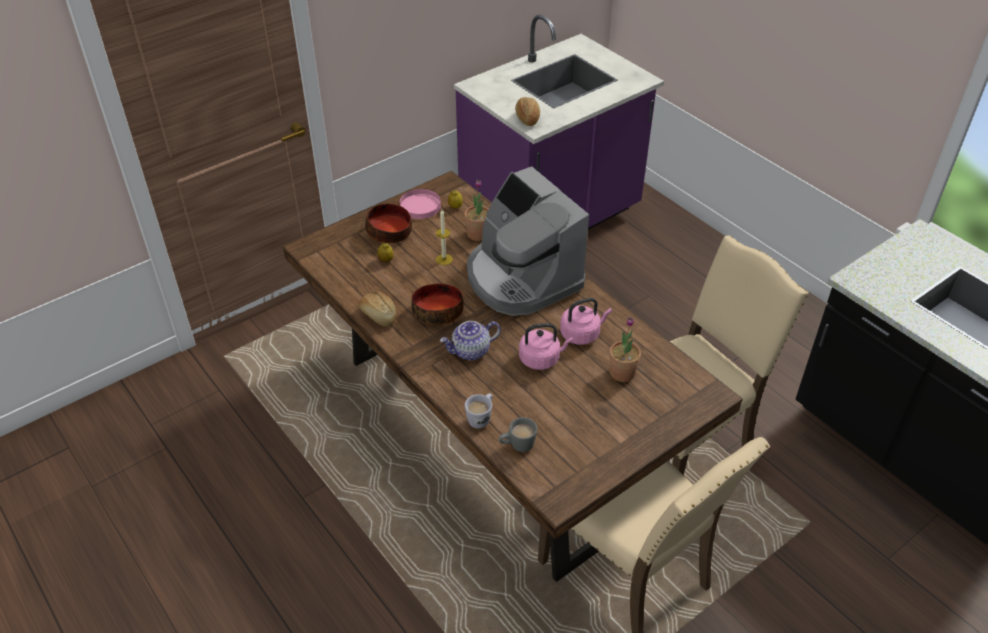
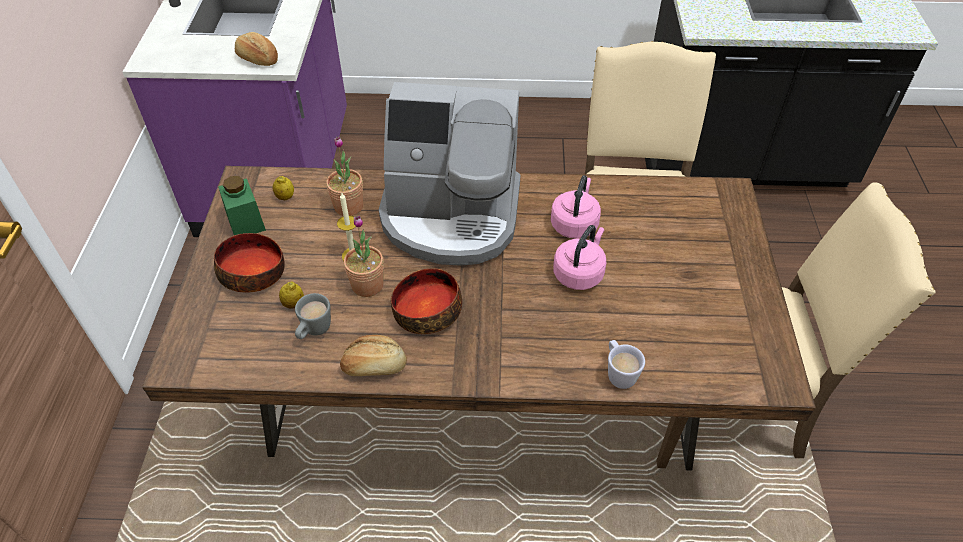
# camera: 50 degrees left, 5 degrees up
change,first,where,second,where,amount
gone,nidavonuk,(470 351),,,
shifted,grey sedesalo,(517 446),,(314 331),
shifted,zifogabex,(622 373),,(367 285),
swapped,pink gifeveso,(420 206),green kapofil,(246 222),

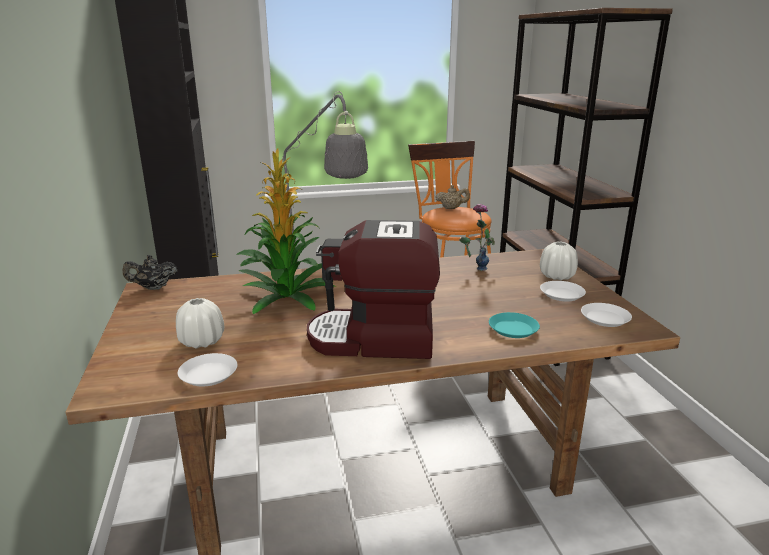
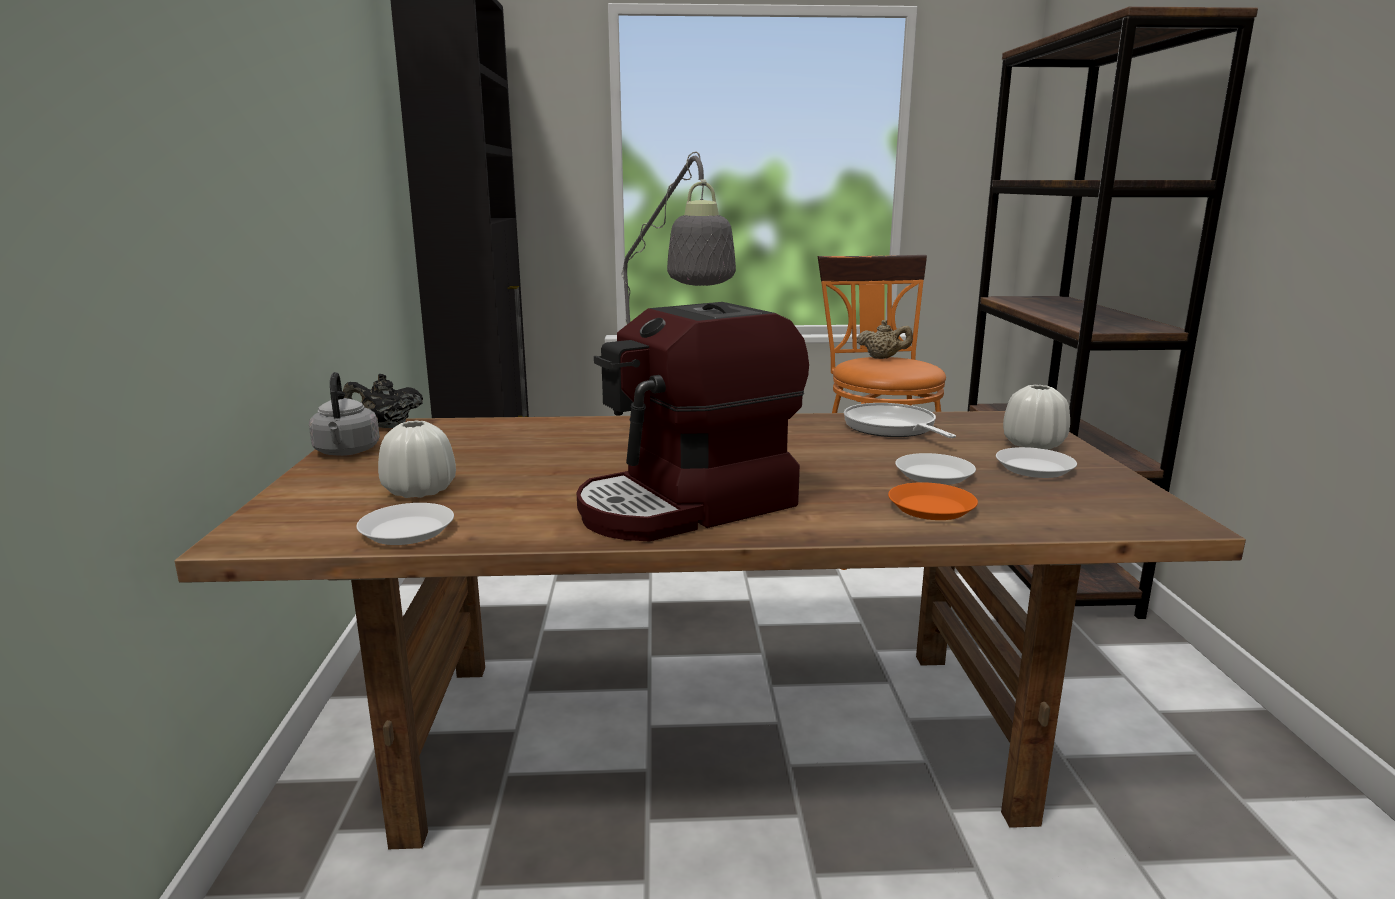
# camera: 10 degrees right, 5 degrees down
change,first,where,second,where,amount
gone,zifogabex,(288 298),,,
new,,,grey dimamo,(346 452),
shifted,white gifeveso,(605 318),,(934 475),
swapped,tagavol,(474 268),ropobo,(892 428),
repainted,turquoise gifeveso,(513 329),orange gifeveso,(931 508),
rotated,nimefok,(374 339),,(688 506),45 degrees counterclockwise

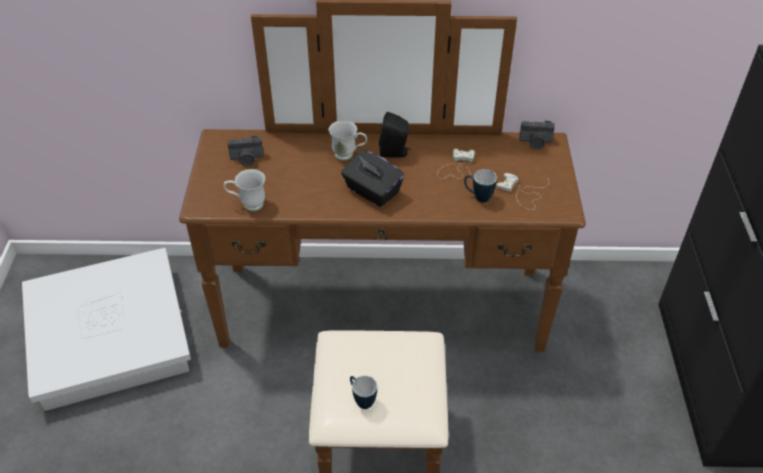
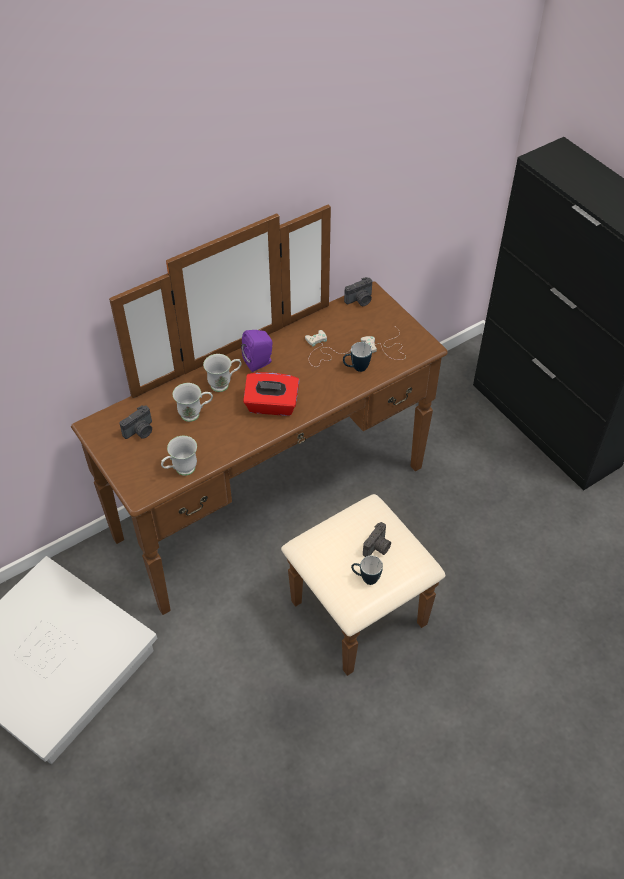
# camera: 35 degrees left, 5 degrees up
change,first,where,second,where,amount
new,,,white sedesalo,(195 414),
new,,,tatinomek,(378 547),
repainted,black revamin,(372 191),red revamin,(271 406),
repainted,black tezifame,(395 152),purple tezifame,(259 362),

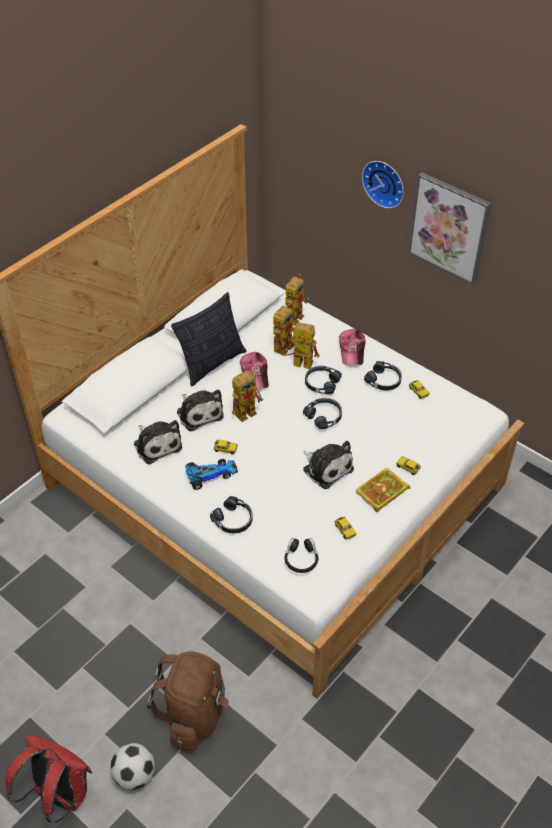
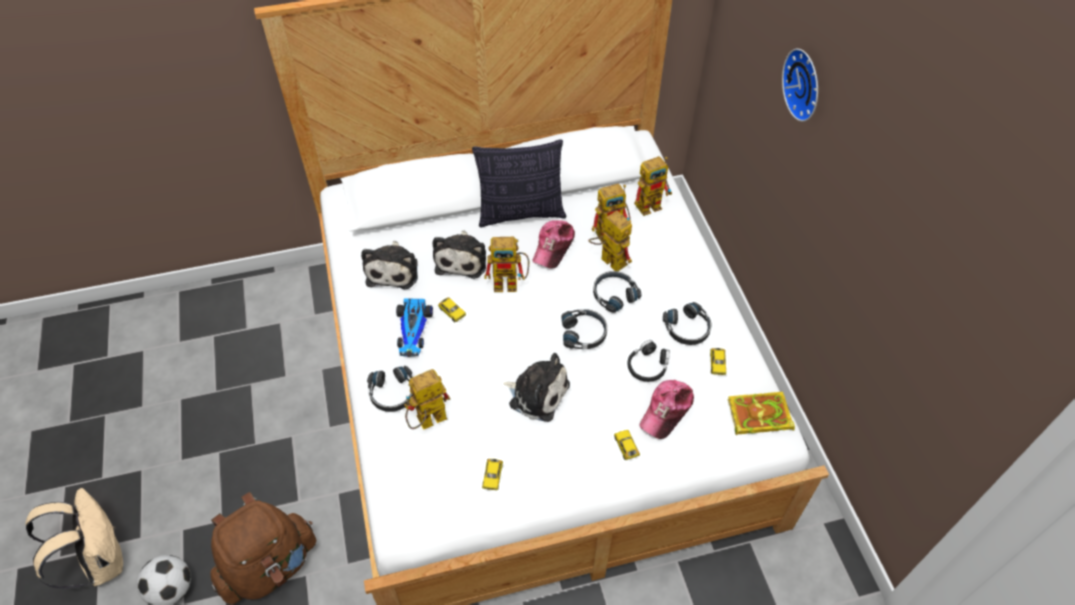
# camera: 35 degrees right, 5 degrees up
change,first,where,second,where,amount
gone,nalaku,(449 227),,,
new,,,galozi,(427 423),
shifted,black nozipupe,(301 559),,(648 366),
shifted,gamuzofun,(352 350),,(666 411),
shifted,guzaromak,(381 492),,(757 416),
repainted,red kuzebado,(59 794),beige kuzebado,(102 560),
rotated,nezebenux,(210 474),,(413 330),75 degrees clockwise
rotated,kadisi,(326 468),,(535 393),60 degrees counterclockwise

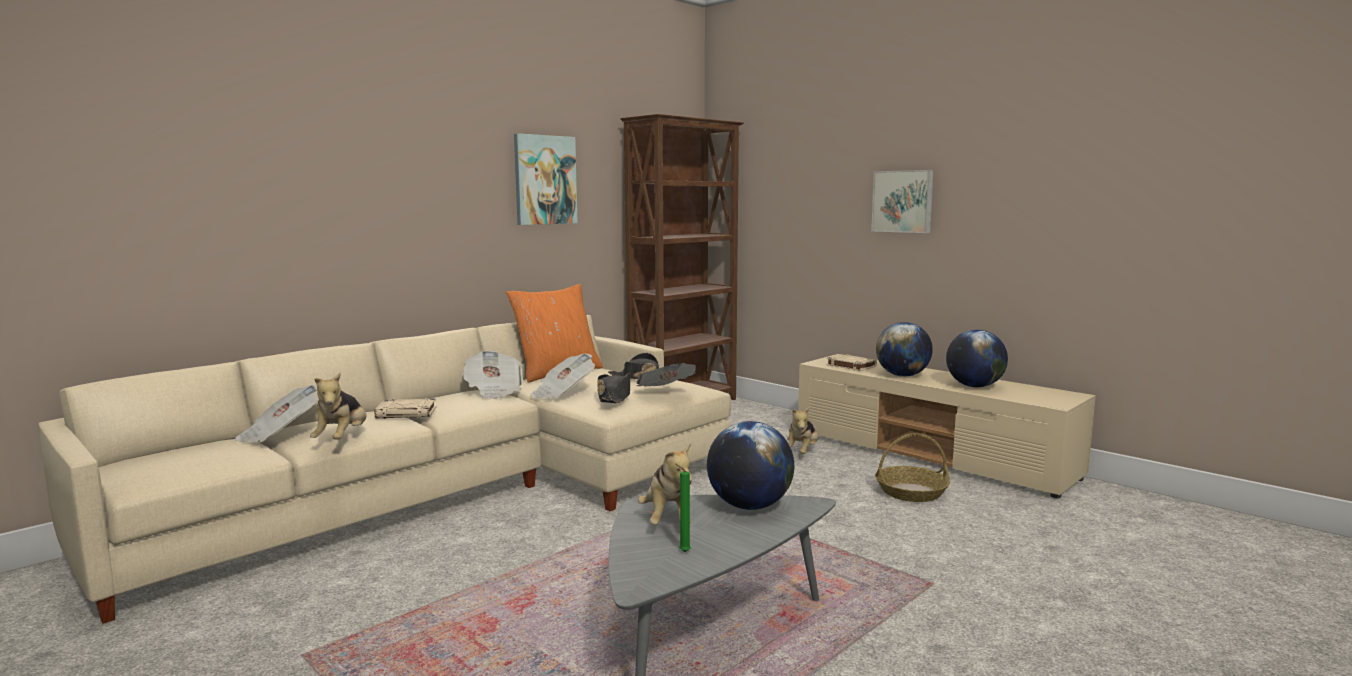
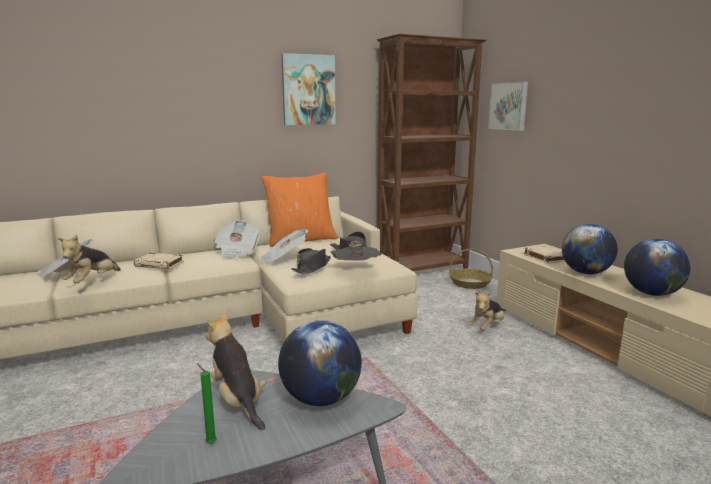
# camera: 20 degrees right, 5 degrees up
change,first,where,second,where,amount
shifted,nalaku,(903 201),,(509 106),
shifted,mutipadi,(911 492),,(470 283),
rotated,kadisi,(668 520),,(237 401),135 degrees clockwise

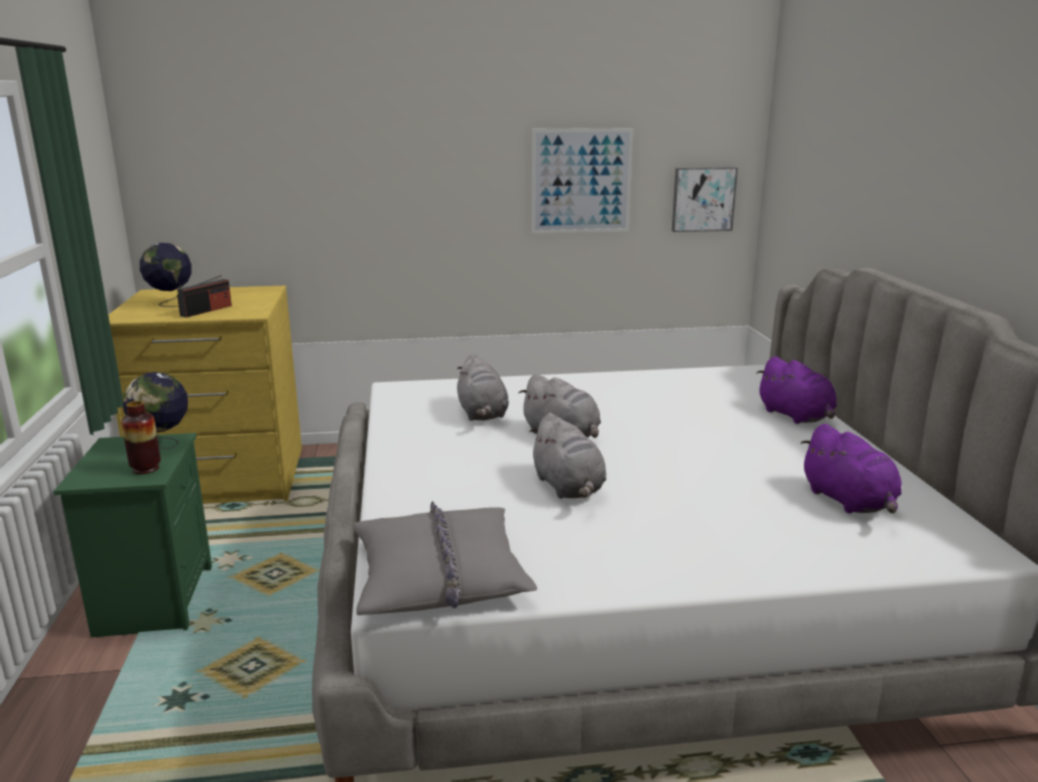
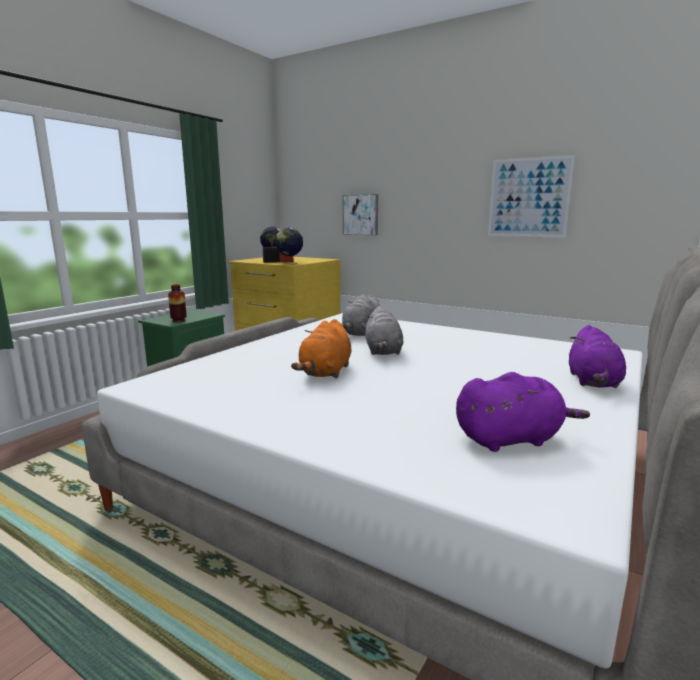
# camera: 40 degrees right, 5 degrees down
change,first,where,second,where,amount
gone,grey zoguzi,(439 575),,,
shifted,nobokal,(162 445),,(289 263),
shifted,nalaku,(703 199),,(361 215),
repainted,grey kadisi,(569 488),orange kadisi,(325 372),
rotated,purple kadisi,(849 502),,(511 439),120 degrees counterclockwise

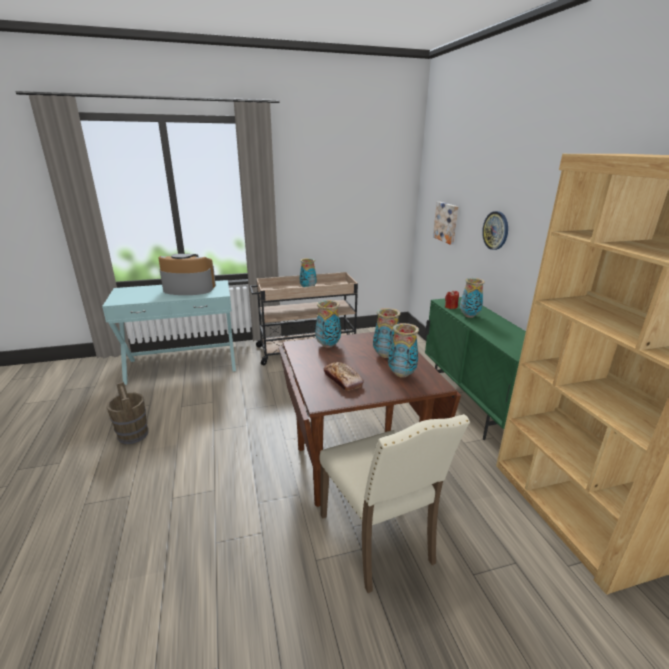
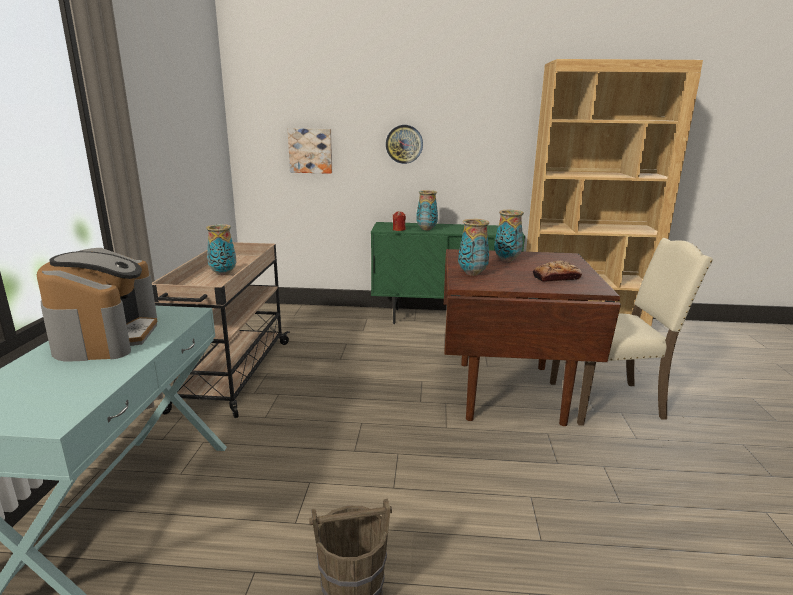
# camera: 70 degrees left, 5 degrees down
change,first,where,second,where,amount
gone,tagavol,(401 374),,,
rotated,nimefok,(188 289),,(107 336),150 degrees clockwise

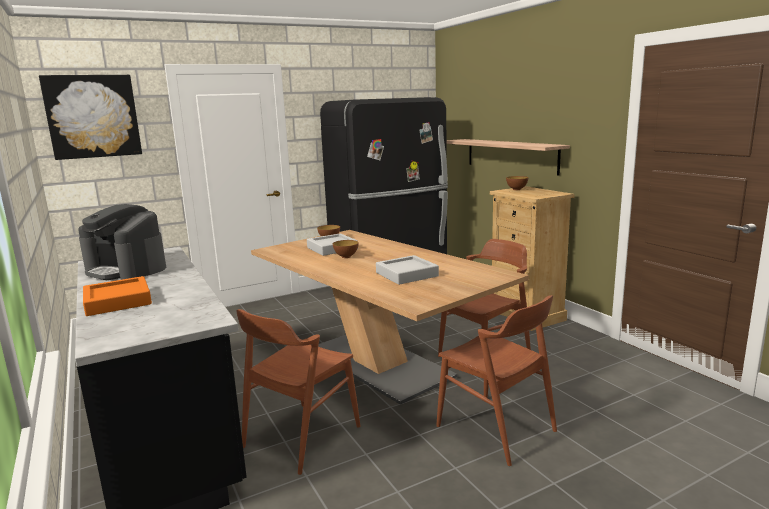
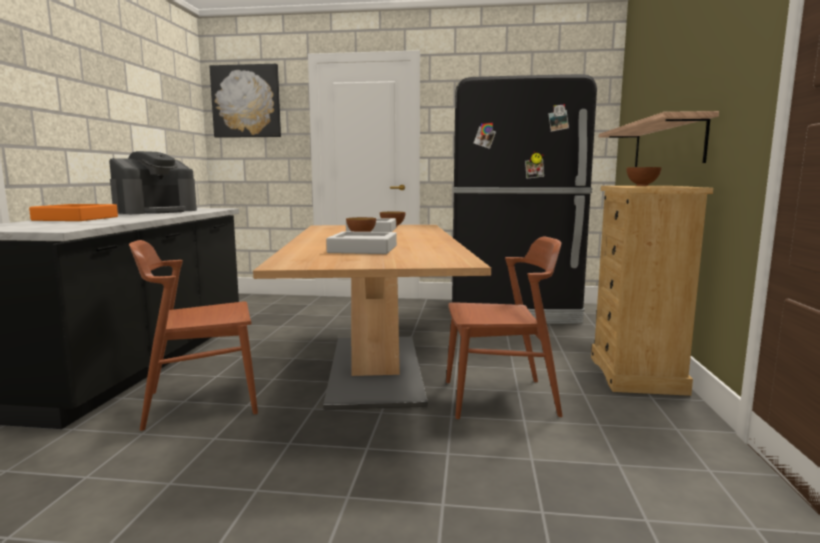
# camera: 35 degrees right, 5 degrees down
change,first,where,second,where,amount
gone,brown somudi,(496 428),,,
rotated,nimefok,(126 270),,(156 211),120 degrees counterclockwise

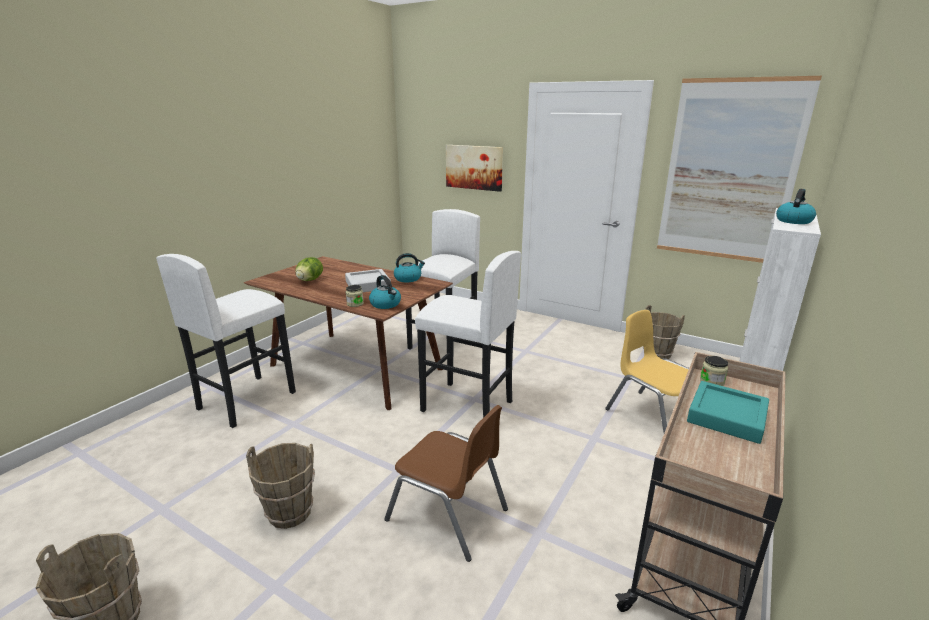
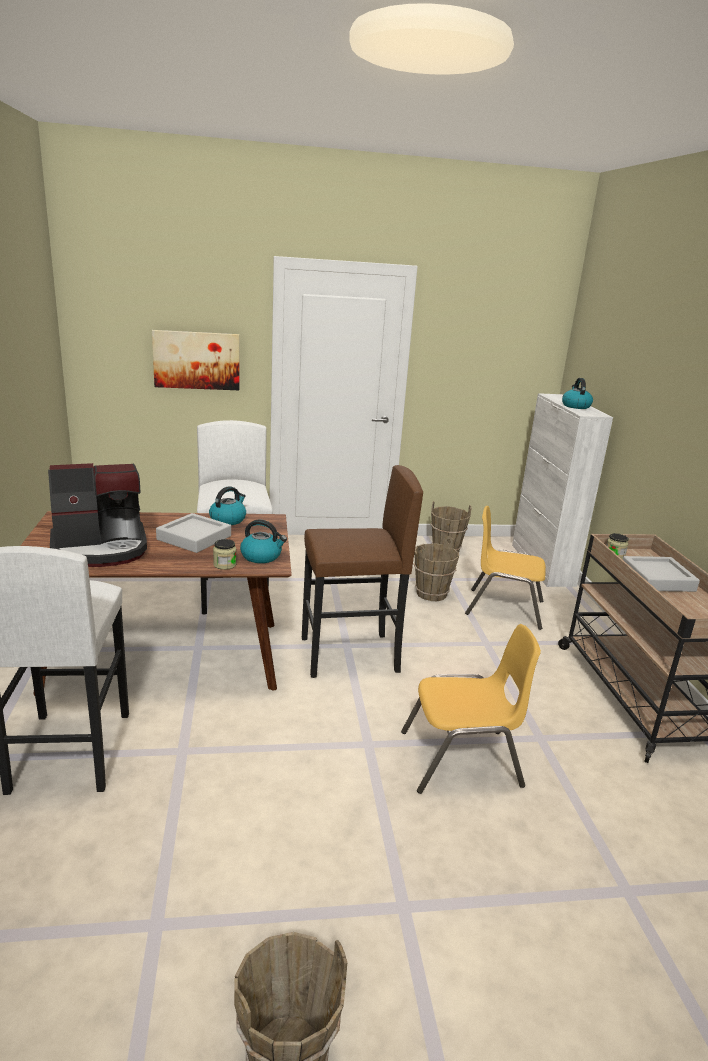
# camera: 40 degrees left, 0 degrees up
change,first,where,second,where,amount
gone,nalaku,(729 172),,,
shifted,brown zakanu,(290 513),,(432 594),
swapped,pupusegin,(310 280),nimefok,(101 548),
repainted,brown somudi,(448 514),yellow somudi,(461 760),
repainted,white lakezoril,(467 406),brown lakezoril,(350 655),
repainted,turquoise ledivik,(726 416),grey ledivik,(657 579),

